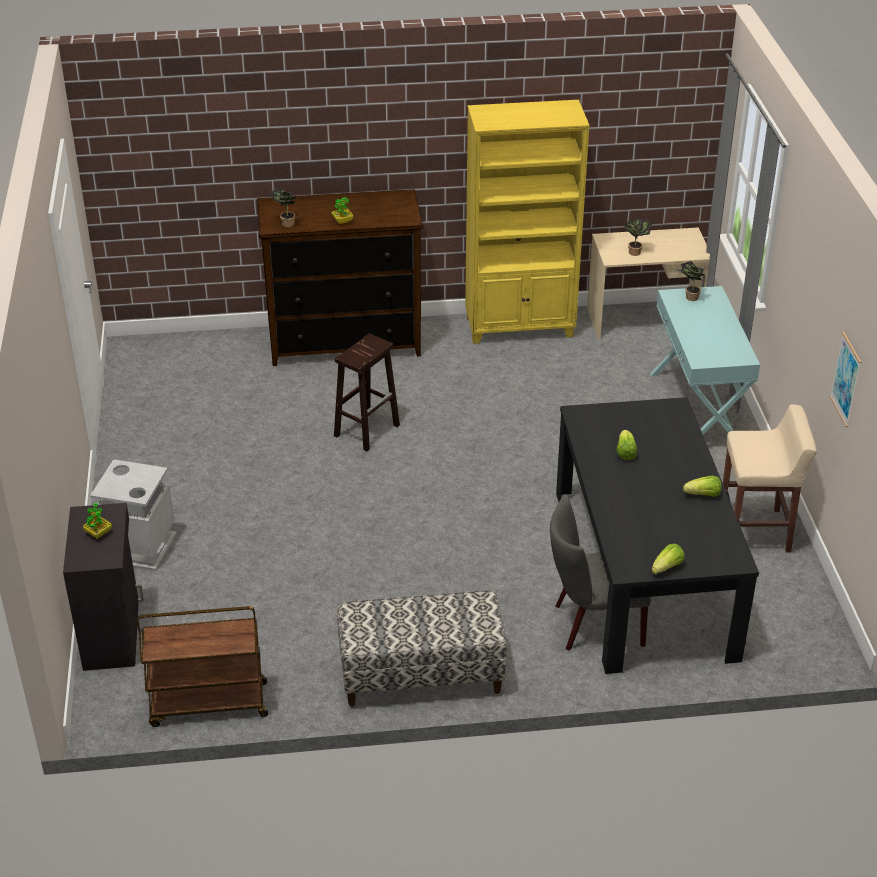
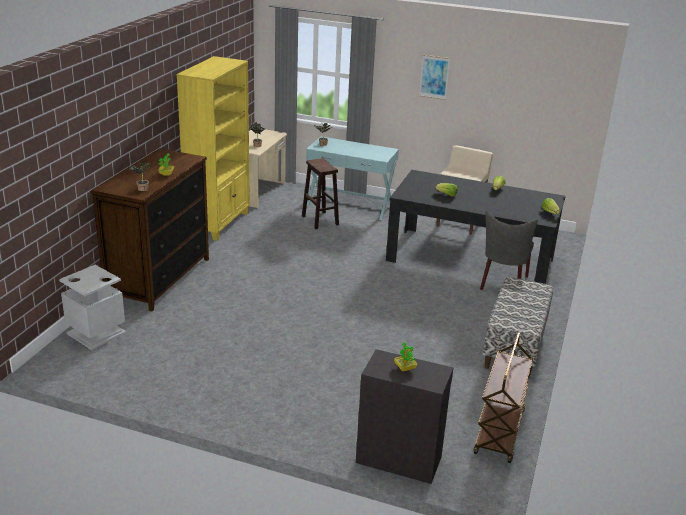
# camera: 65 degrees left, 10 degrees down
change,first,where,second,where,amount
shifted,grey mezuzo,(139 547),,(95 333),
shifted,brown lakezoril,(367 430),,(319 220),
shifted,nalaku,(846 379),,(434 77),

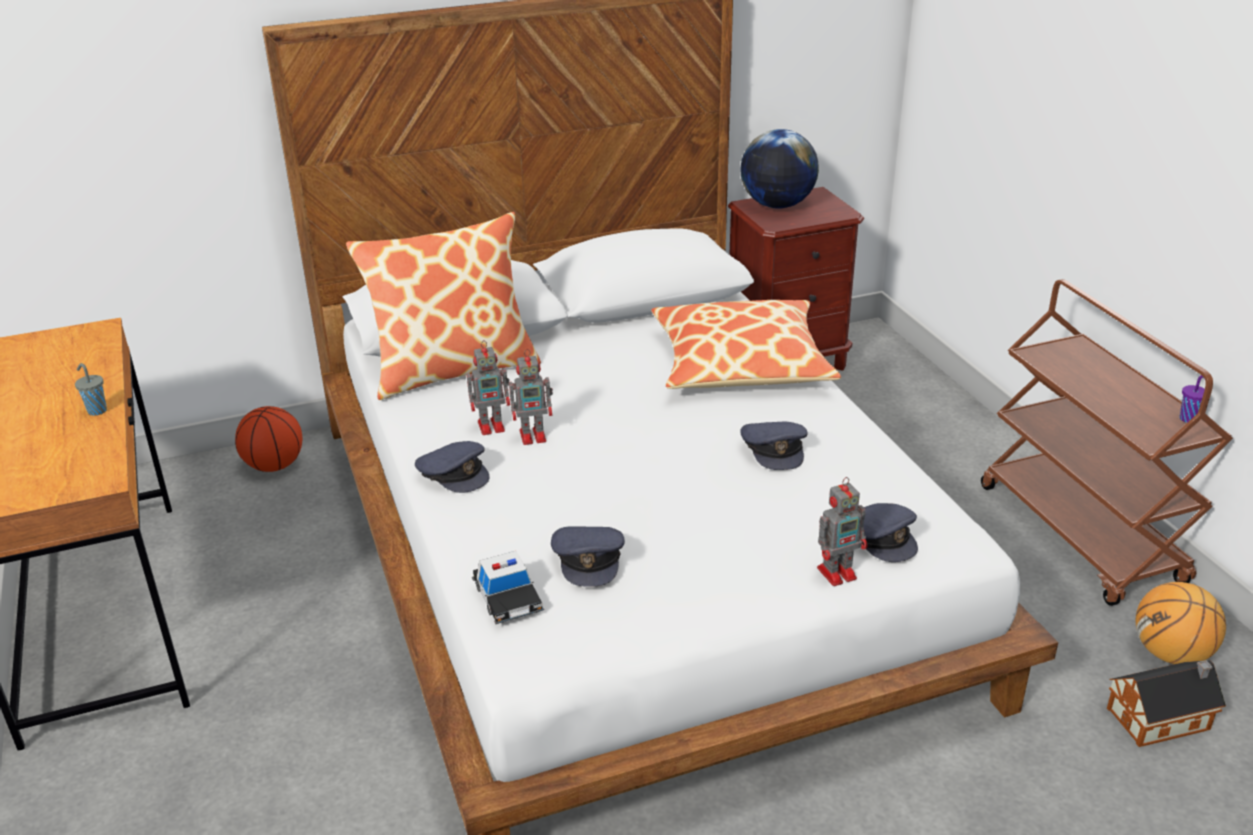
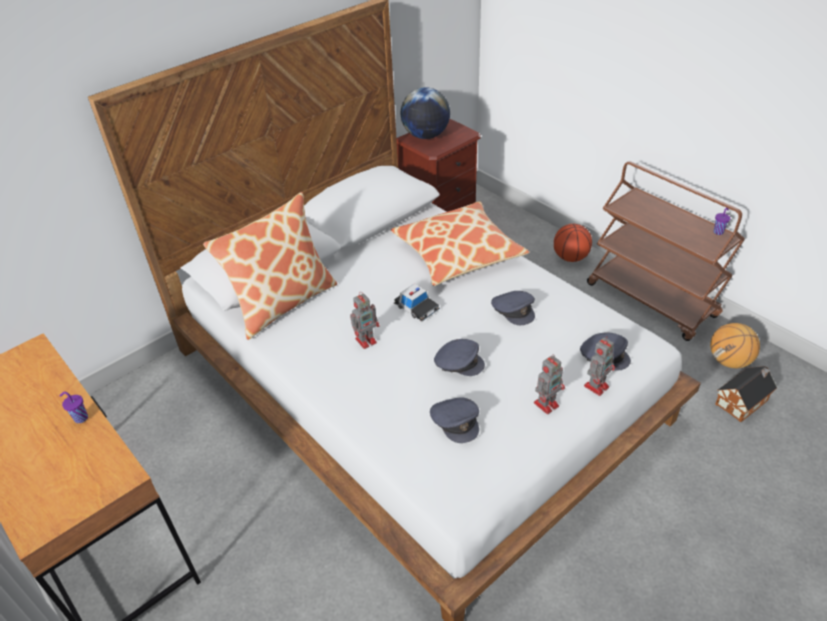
# camera: 20 degrees left, 10 degrees up
change,first,where,second,where,amount
shifted,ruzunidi,(274 465),,(570 257),
shifted,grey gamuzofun,(454 473),,(458 362),
shifted,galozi,(493 426),,(547 403),
shifted,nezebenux,(507 597),,(416 307),
repainted,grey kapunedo,(96 410),purple kapunedo,(80 418),

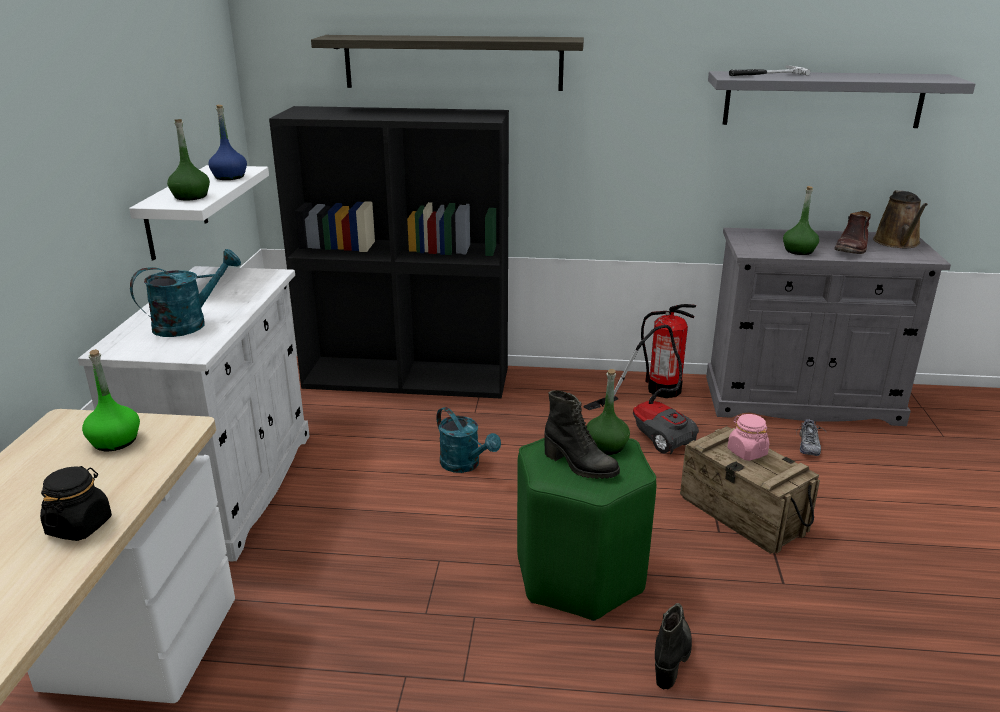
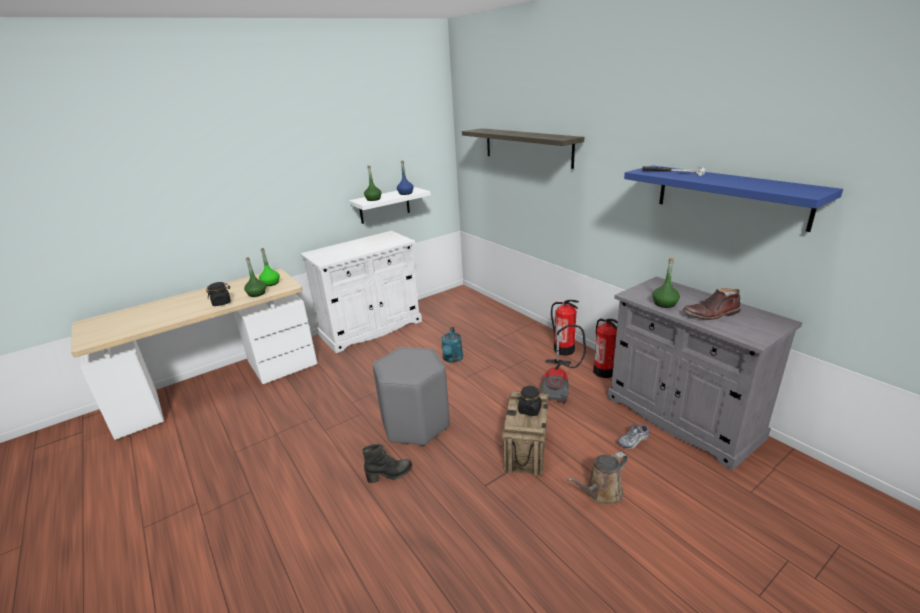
# camera: 50 degrees right, 0 degrees up
change,first,where,second,where,amount
gone,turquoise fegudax,(189 323),,,
gone,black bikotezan,(408 377),,,
gone,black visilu,(579 466),,,
new,,,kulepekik,(564 350),
shifted,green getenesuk,(606 446),,(257 294),
shifted,brown fegudax,(898 243),,(601 493),
repainted,green lakezoril,(580 574),grey lakezoril,(416 424),
repainted,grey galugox,(823 99),blue galugox,(730 196),
repainted,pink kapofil,(746 452),black kapofil,(529 409),

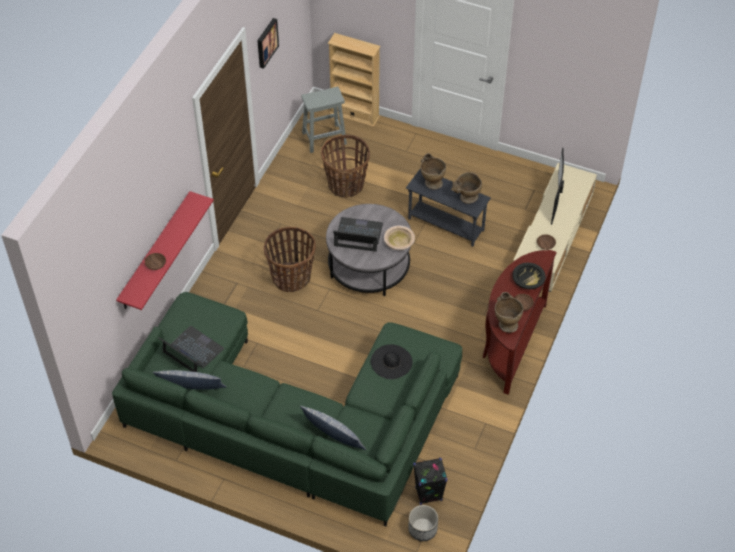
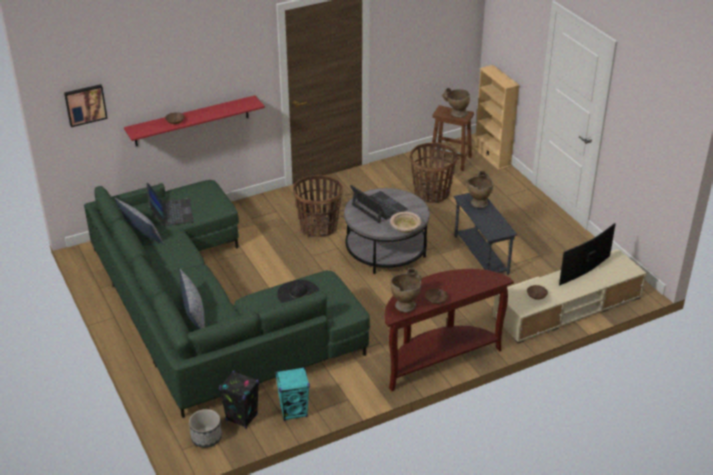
# camera: 40 degrees right, 15 degrees down
change,first,where,second,where,amount
gone,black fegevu,(528 280),,,
new,,,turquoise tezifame,(294 411),
shifted,nalaku,(266 42),,(85 104),
shifted,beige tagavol,(466 199),,(455 114),
repainted,grey lakezoril,(325 138),brown lakezoril,(451 160),

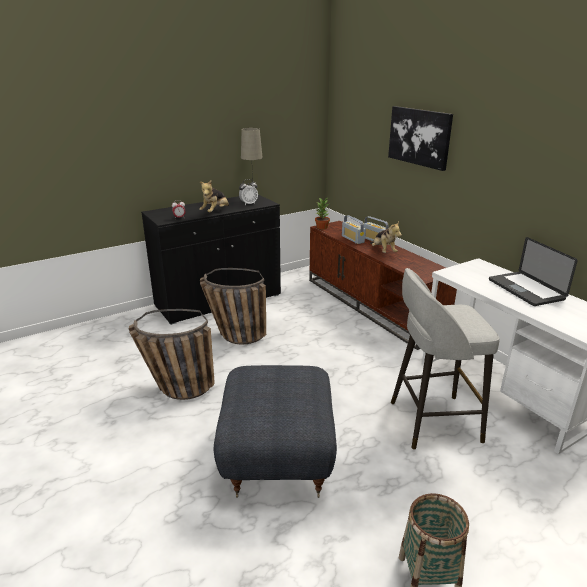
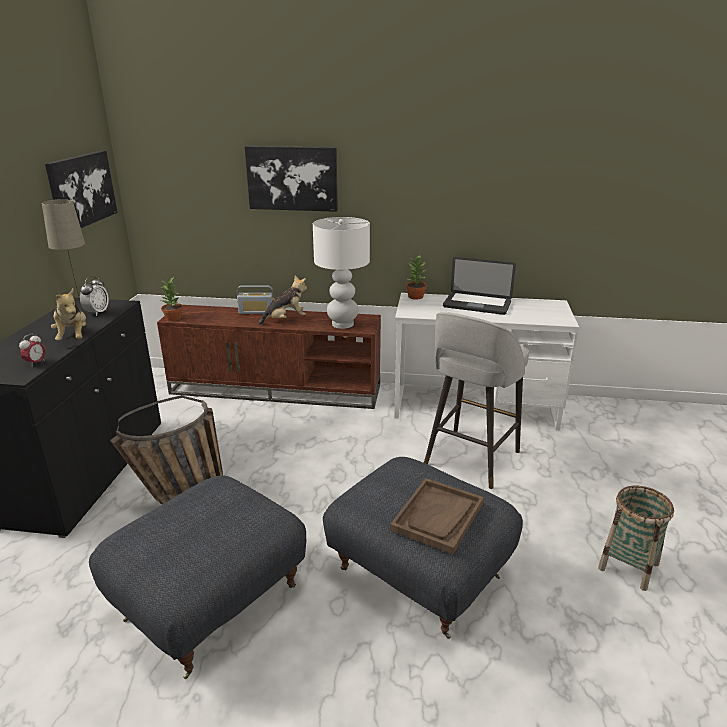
# camera: 50 degrees left, 0 degrees up
change,first,where,second,where,amount
gone,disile,(352 239),,,
new,,,nalaku,(81 190),
new,,,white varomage,(342 324),
new,,,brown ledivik,(438 517),
new,,,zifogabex,(415 297),
swapped,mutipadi,(174 389),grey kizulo,(210 601),
rotated,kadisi,(383 251),,(285 320),45 degrees counterclockwise

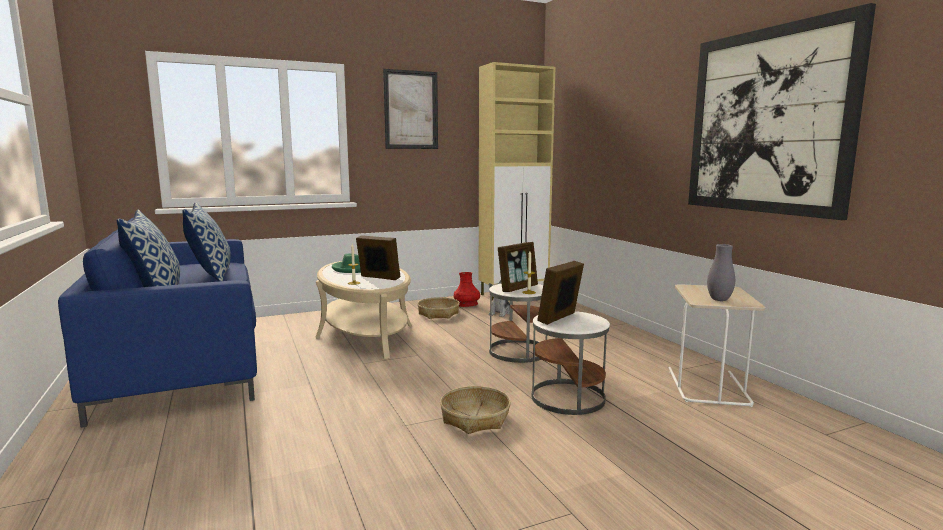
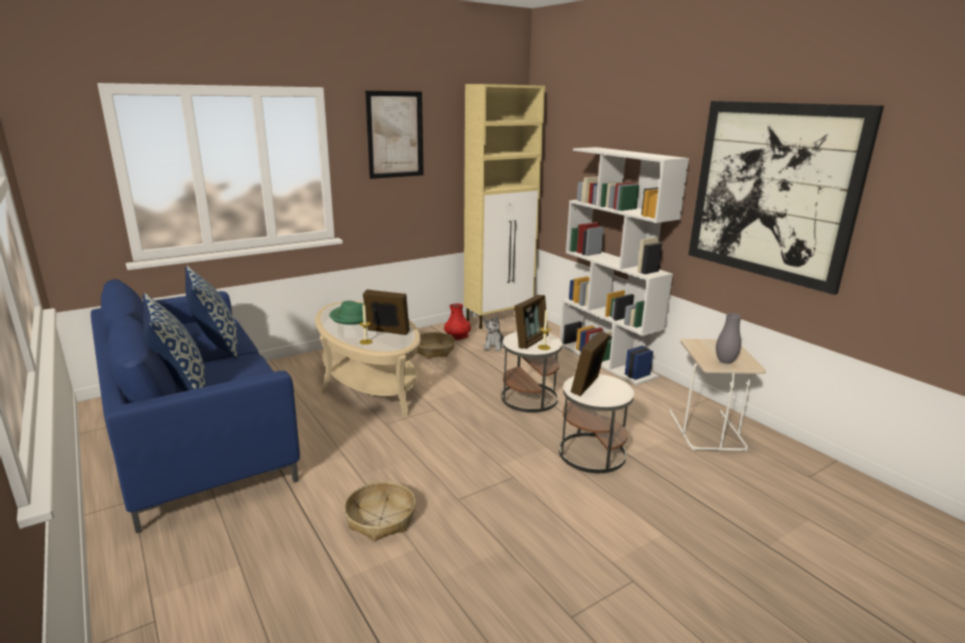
# camera: 10 degrees left, 10 degrees up
change,first,where,second,where,amount
new,,,white bikotezan,(607 360),
shifted,mutipadi,(474 418),,(380 519),

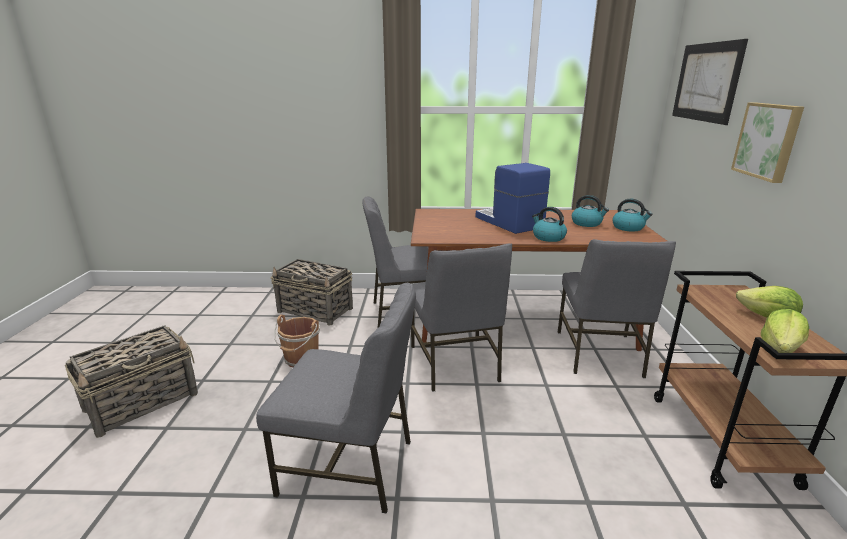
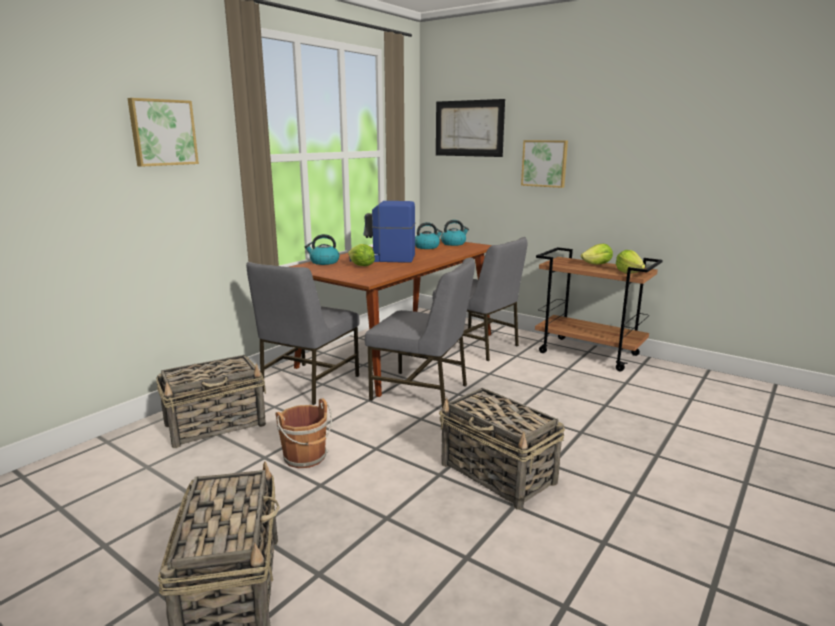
# camera: 55 degrees left, 5 degrees down
change,first,where,second,where,amount
new,,,nalaku,(162 132),
new,,,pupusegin,(361 266),
shifted,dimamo,(548 237),,(324 262),
swapped,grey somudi,(350 466),mutipadi,(498 474),

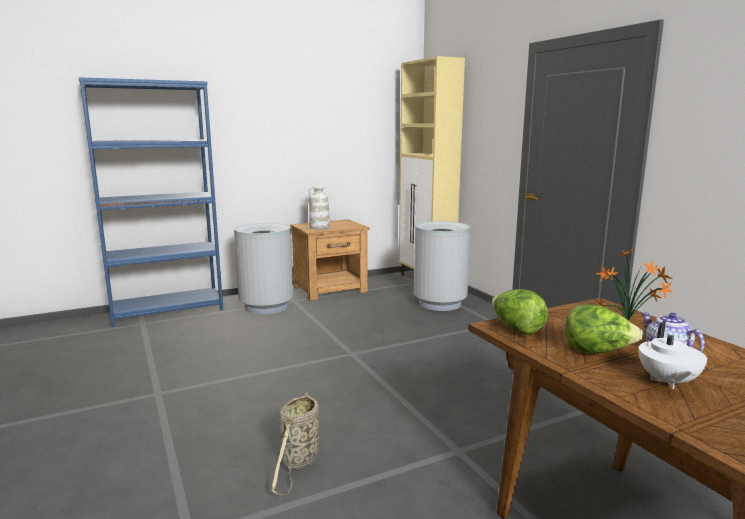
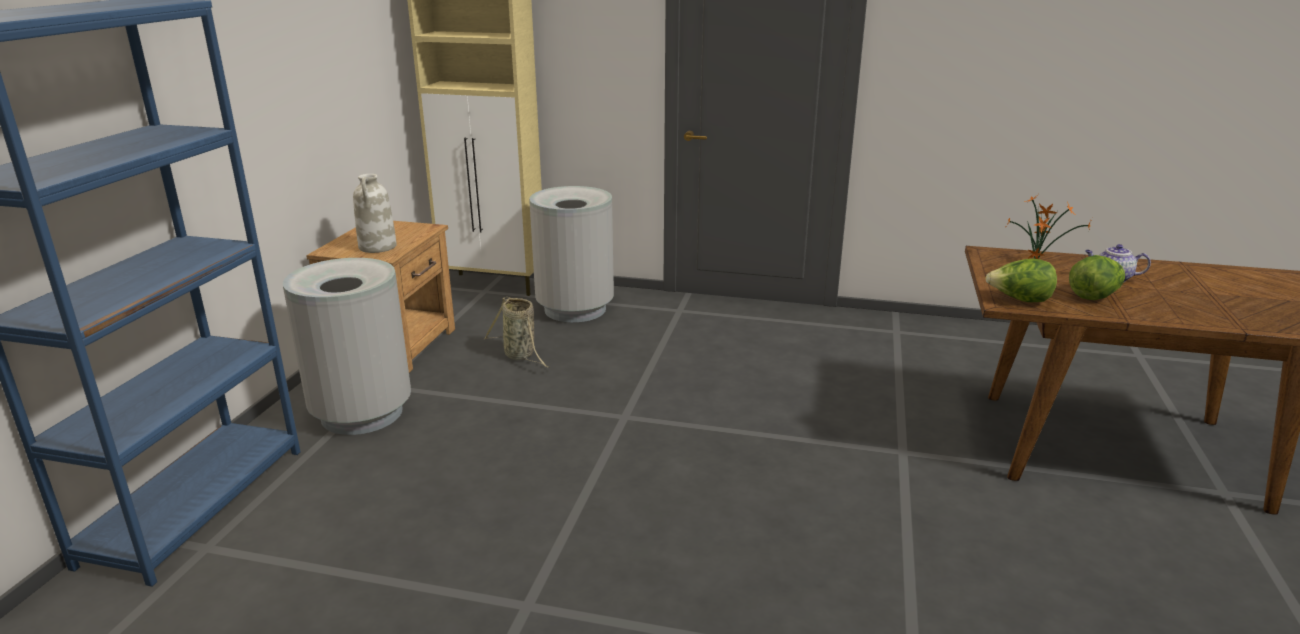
# camera: 50 degrees left, 10 degrees up
change,first,where,second,where,amount
gone,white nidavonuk,(667 382),,,
shifted,mutipadi,(299 463),,(520 355),

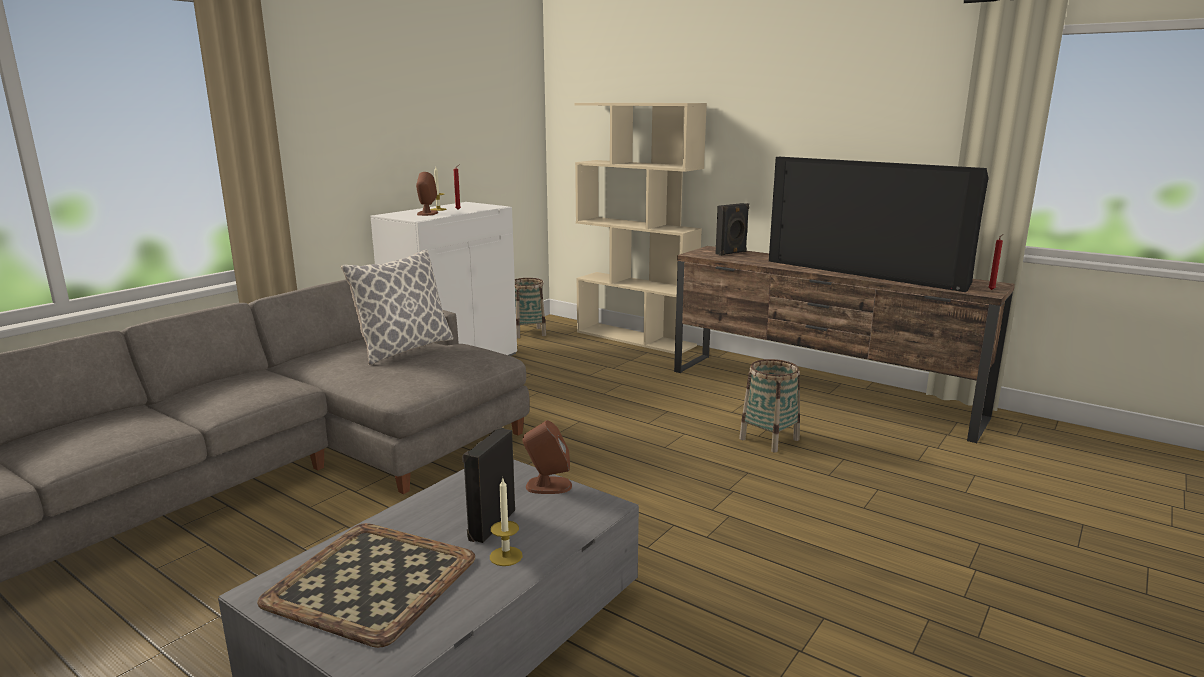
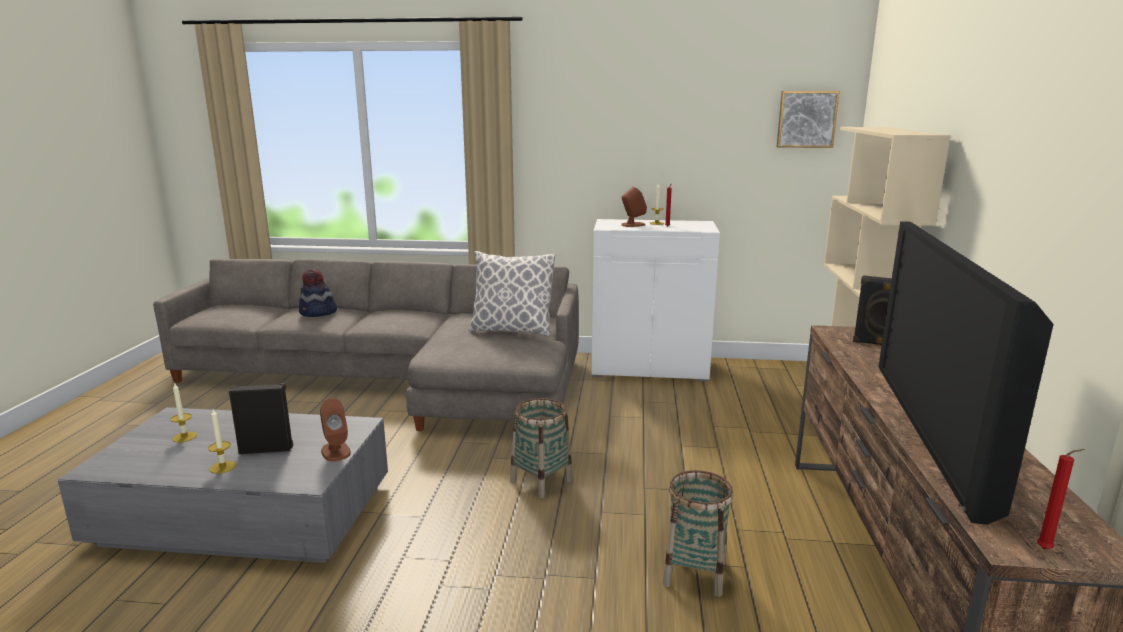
# camera: 60 degrees right, 0 degrees up
change,first,where,second,where,amount
new,,,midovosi,(318 313),
new,,,nalaku,(806 119),
shifted,mutipadi,(528 333),,(541 481),
swapped,ledivik,(369 581),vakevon,(184 437),

